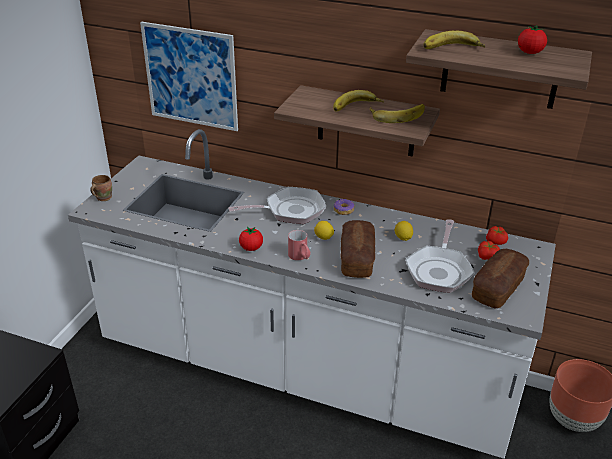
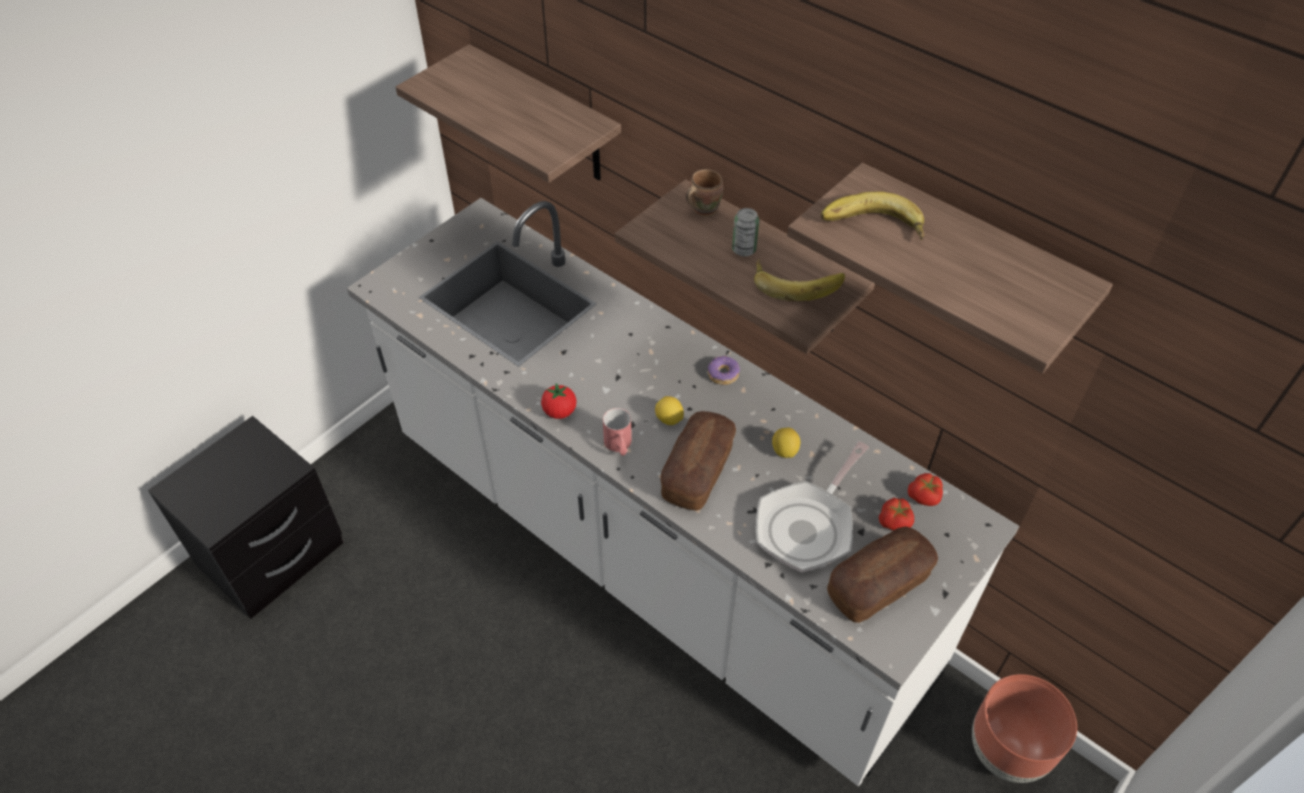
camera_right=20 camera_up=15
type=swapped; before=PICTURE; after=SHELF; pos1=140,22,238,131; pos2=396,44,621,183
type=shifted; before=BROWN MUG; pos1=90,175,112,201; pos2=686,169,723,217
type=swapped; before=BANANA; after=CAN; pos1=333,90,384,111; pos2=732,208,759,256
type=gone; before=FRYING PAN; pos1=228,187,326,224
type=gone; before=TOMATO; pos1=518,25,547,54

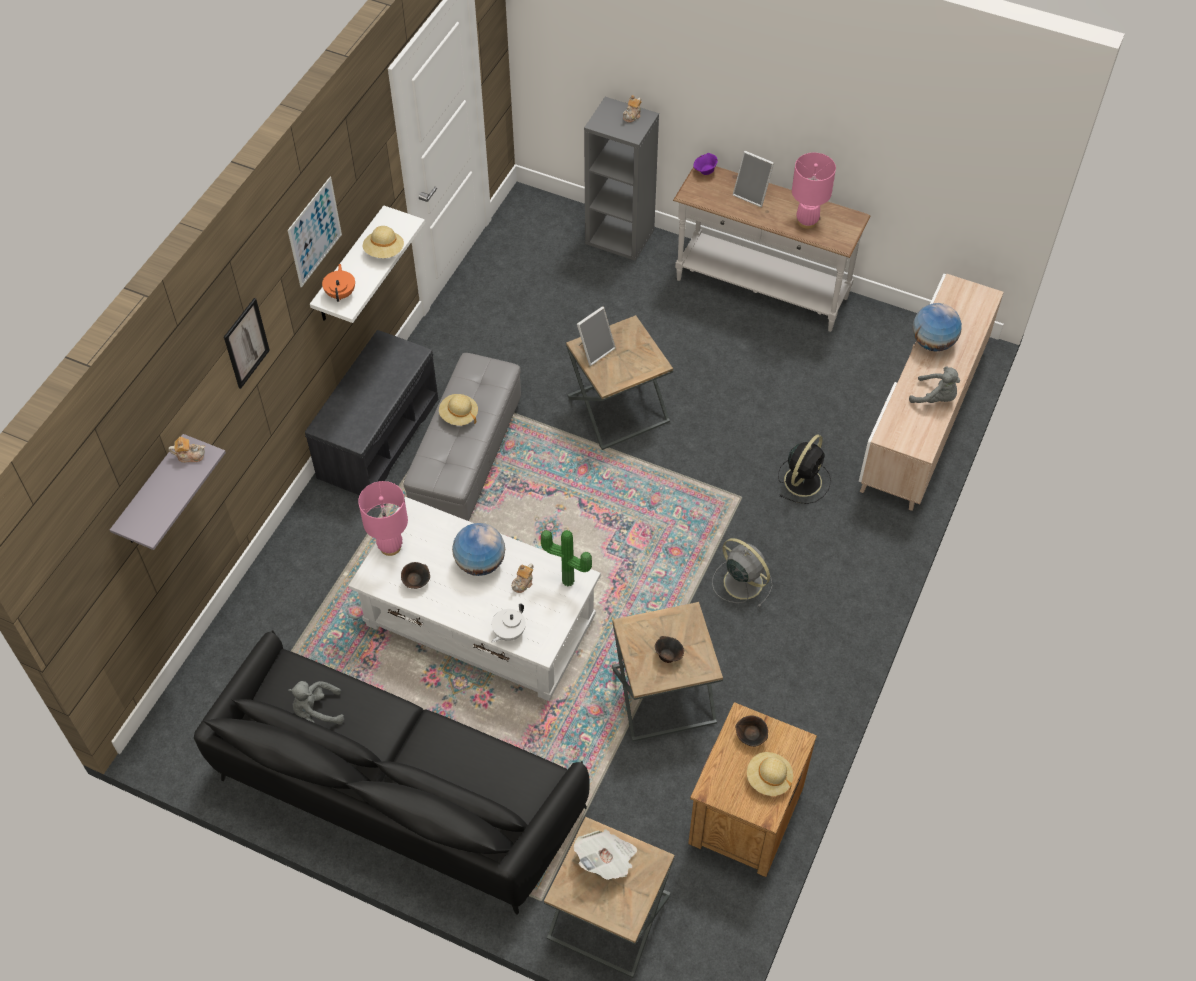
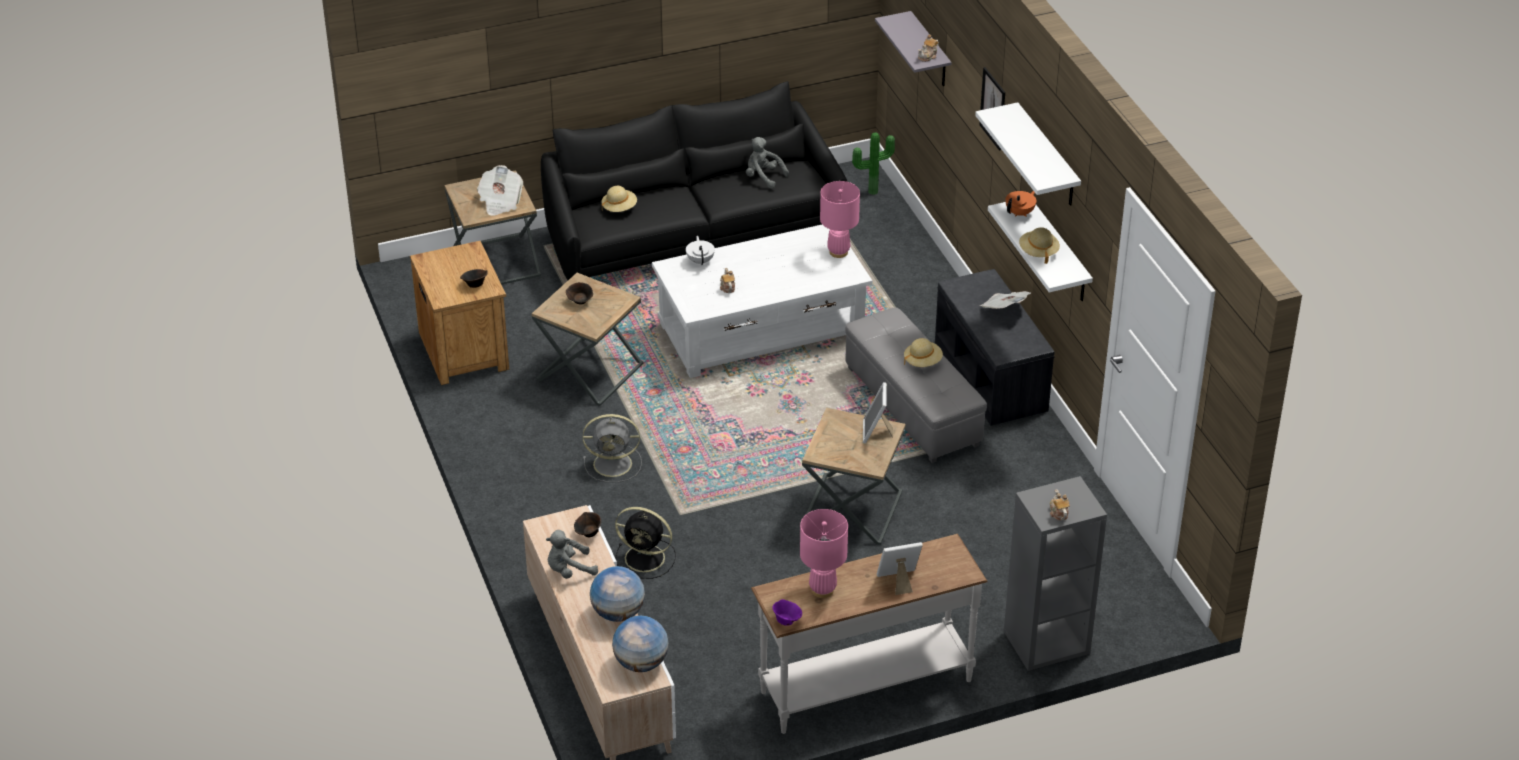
camera_right=135 camera_up=-15
type=shifted; before=BROWN BOWL; pos1=401,562,430,589; pos2=574,512,601,537
type=shifted; before=BEIGE HAT; pos1=747,752,793,796; pos2=601,186,637,212
type=shifted; before=GLOBE; pos1=452,523,505,576; pos2=612,616,669,672
type=rotated; before=BLACK FAN; pos1=778,434,831,504; pos2=615,507,676,579; turn=-60
type=rotated; before=GREY PLUSH TOY; pos1=288,681,344,724; pos2=746,137,789,189; turn=-90
type=shifted; before=PURPLE BOWL; pos1=693,153,718,175; pos2=772,599,802,626
type=shifted; before=POTTED PLANT; pos1=541,530,592,587; pos2=852,132,895,195
type=swapped; before=PICTURE; after=WHITE SHELF; pos1=288,177,342,288; pos2=975,102,1081,206
type=new; after=NEWSPAPER; pos2=980,291,1031,309
type=rotated; before=ORANGE TEAPOT; pos1=322,264,355,302; pos2=1005,191,1036,217; turn=-90

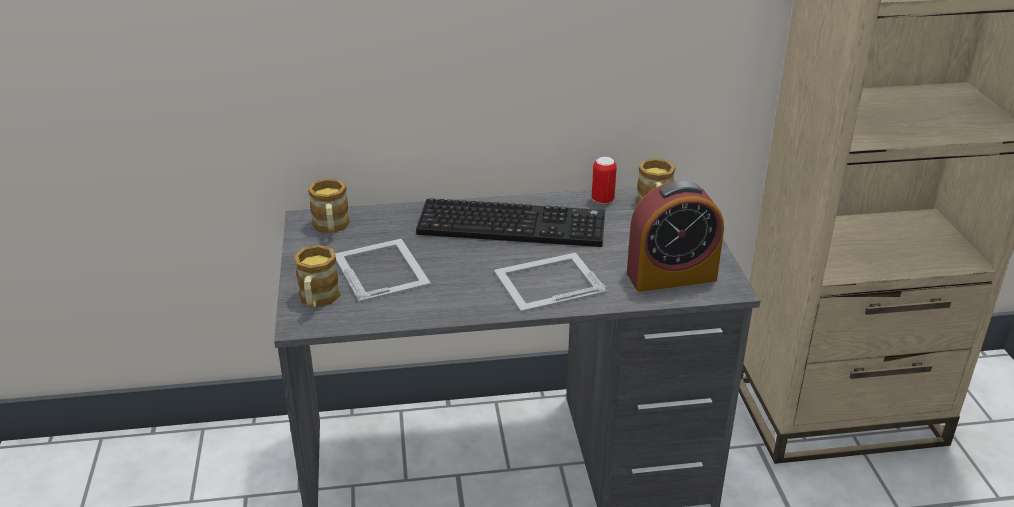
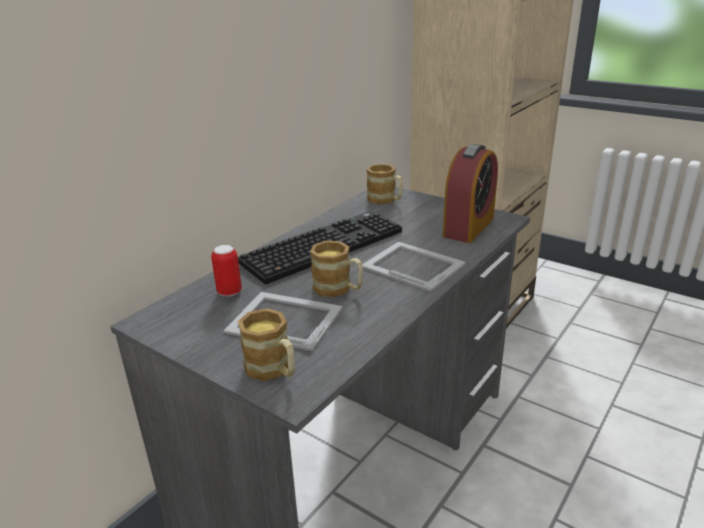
camera_right=-45 camera_up=-5
type=shifted; before=CAN; pos1=592,157,617,204; pos2=211,245,242,297
type=shifted; before=MUG; pos1=308,178,350,234; pos2=310,241,363,297
type=rotated; before=PICTURE FRAME; pos1=494,253,607,313; pos2=362,242,466,292; turn=105

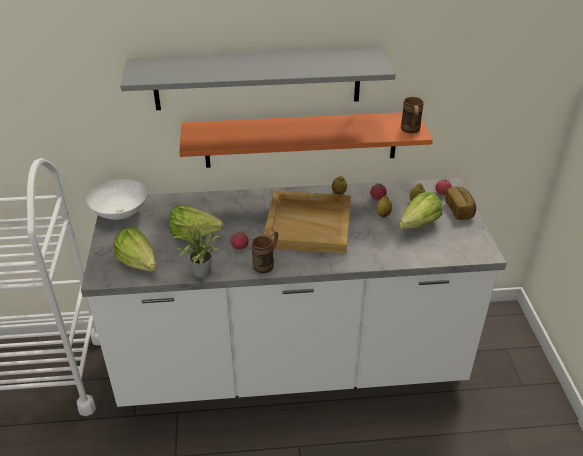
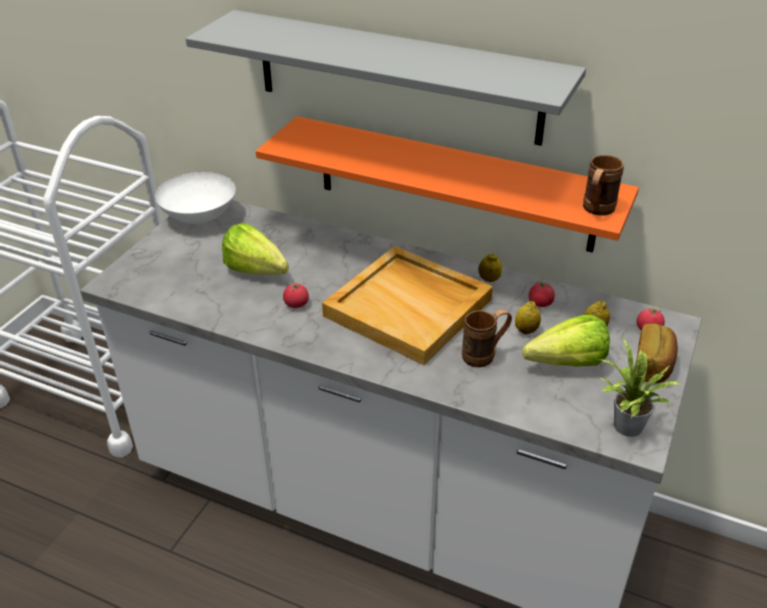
camera_right=30 camera_up=0
type=shifted; before=BROWN MUG; pos1=252,231,278,273; pos2=462,309,512,368
type=shifted; before=POTTED PLANT; pos1=172,221,221,277; pos2=598,337,681,437
type=gone; before=LETTUCE; pos1=113,228,156,272

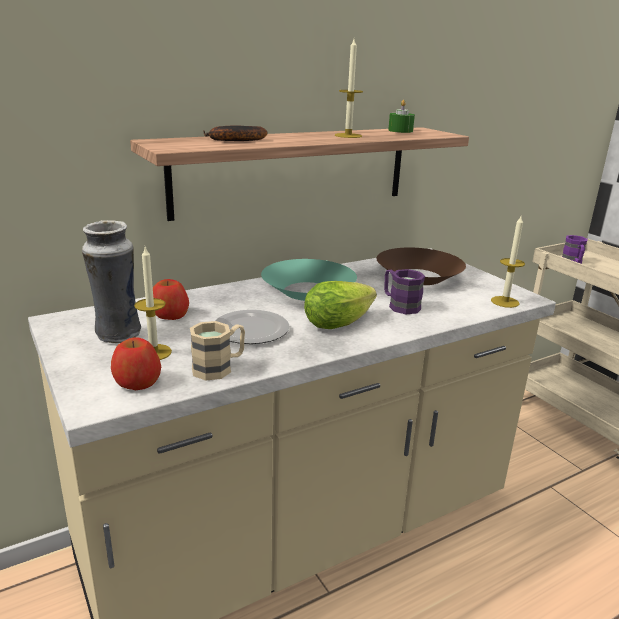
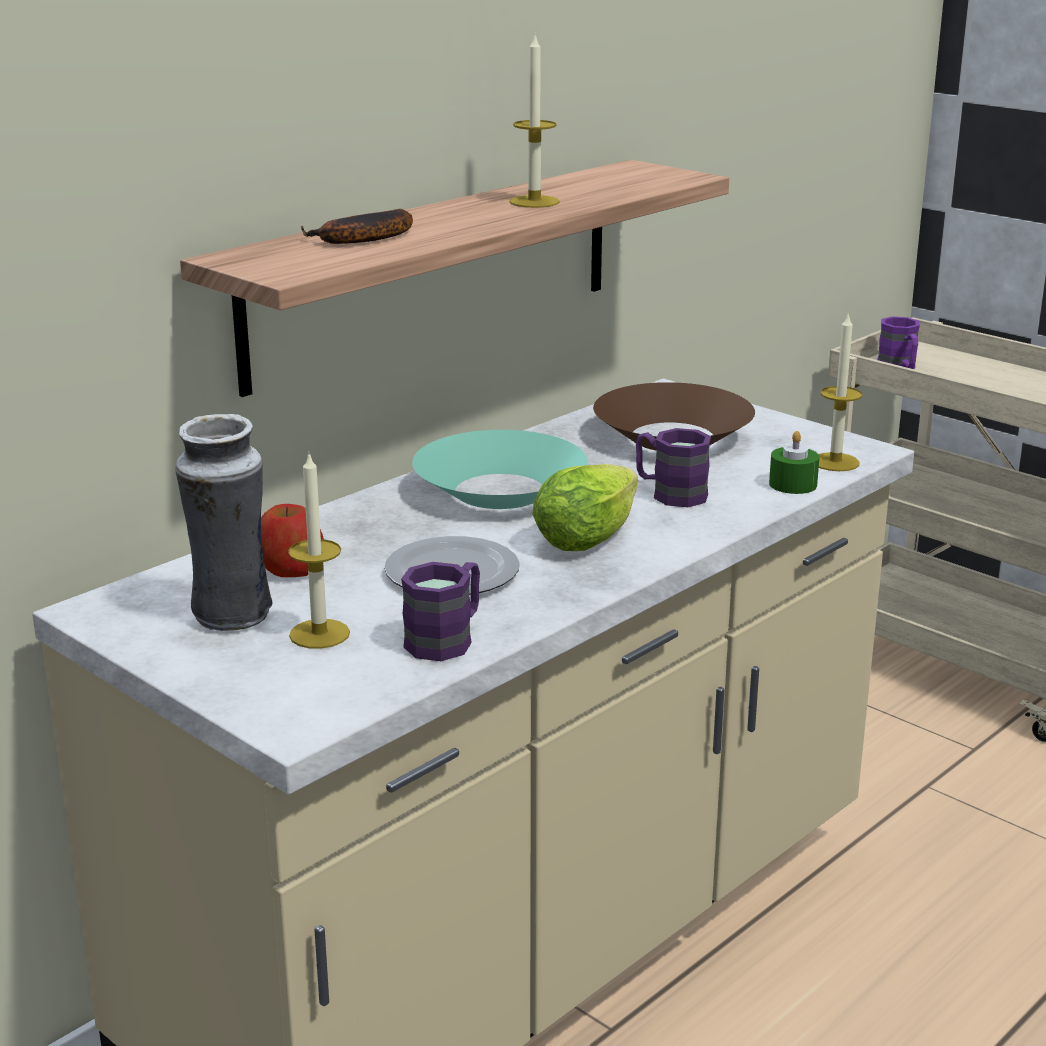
camera_right=-15 camera_up=0
type=repainted; before=BEIGE MUG; after=PURPLE MUG; pos1=190,321,245,381; pos2=401,562,480,661
type=shifted; before=GREEN CANDLE; pos1=388,100,415,133; pos2=769,431,820,494
type=gone; before=APPLE; pos1=111,337,161,390

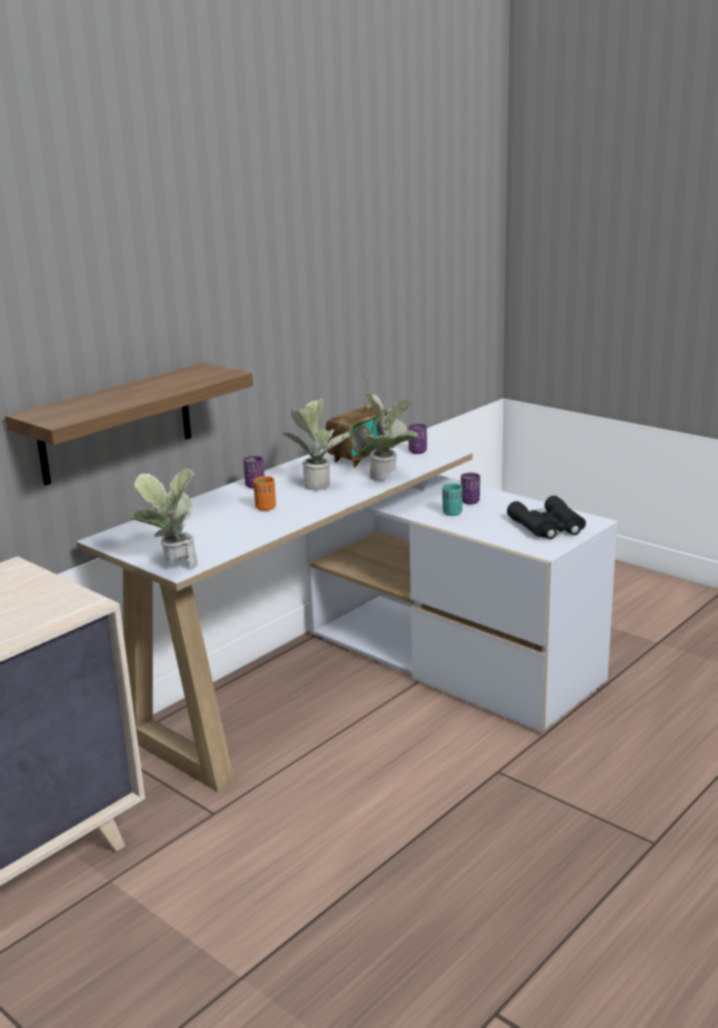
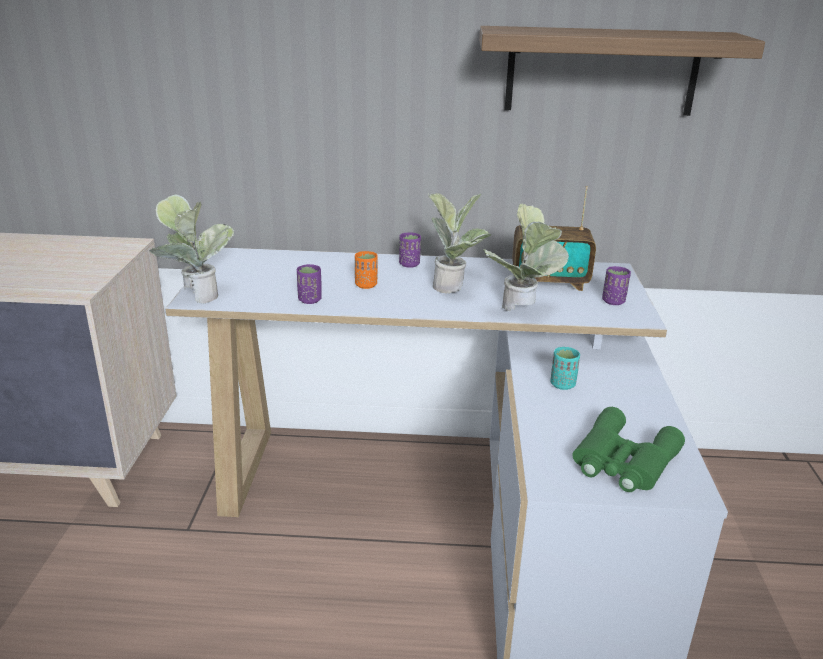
camera_right=50 camera_up=5
type=shifted; before=PURPLE CUP; pos1=461,473,480,504; pos2=297,264,322,304
type=shifted; before=SHELF; pos1=5,363,253,486; pos2=479,26,765,116
type=repainted; before=BLACK BINOCULARS; after=GREEN BINOCULARS; pos1=507,496,586,539; pos2=573,407,685,492

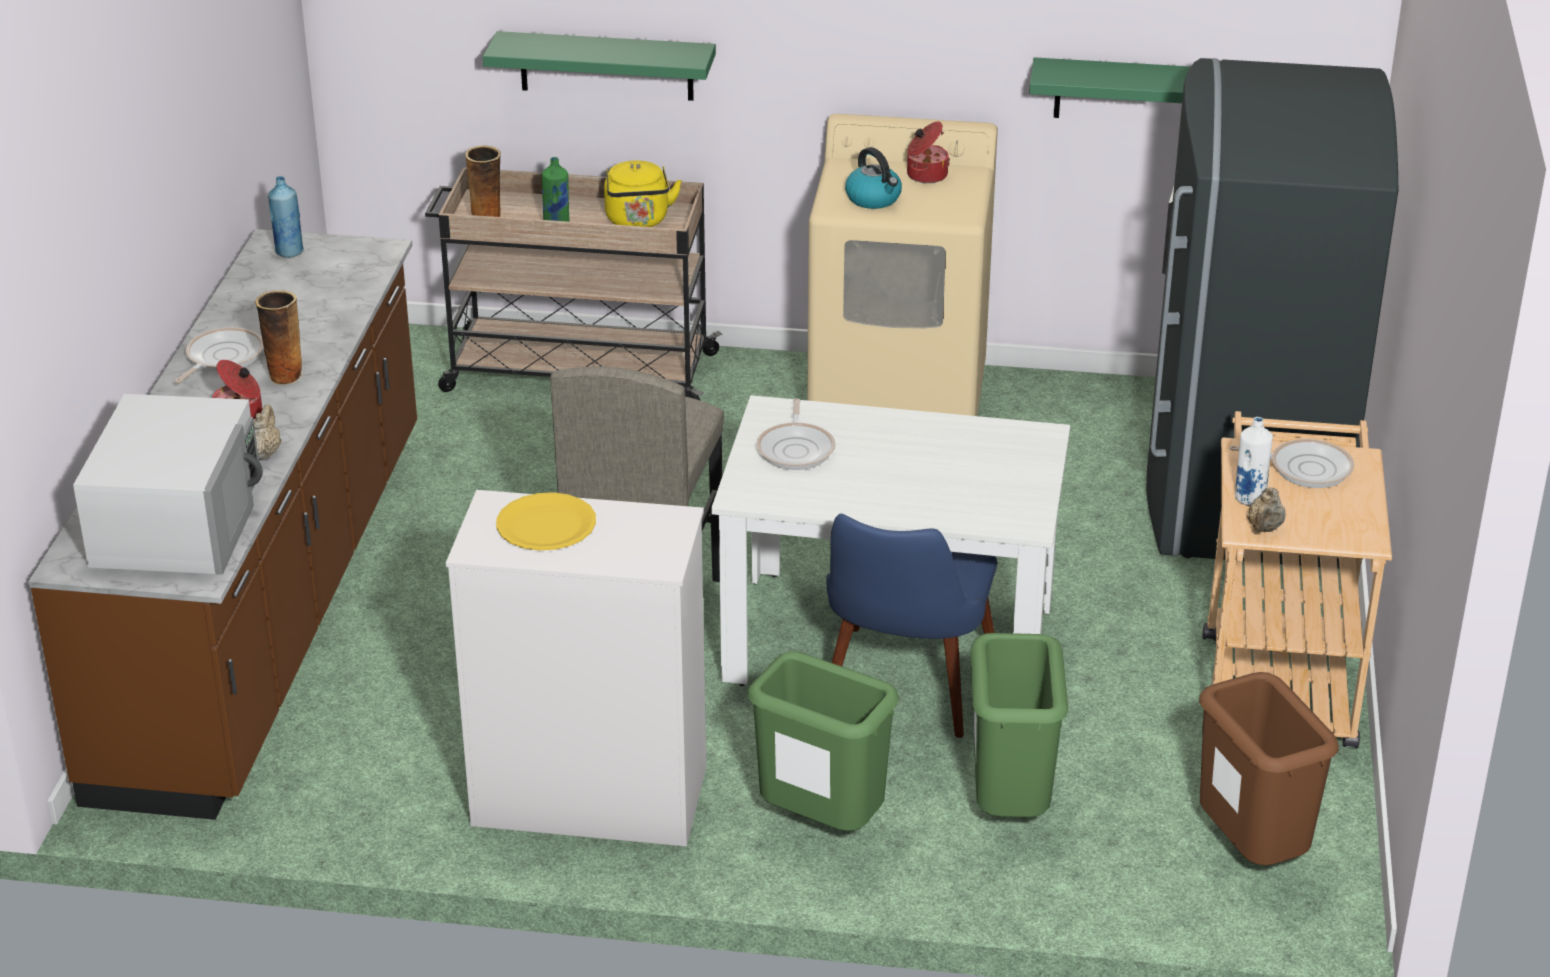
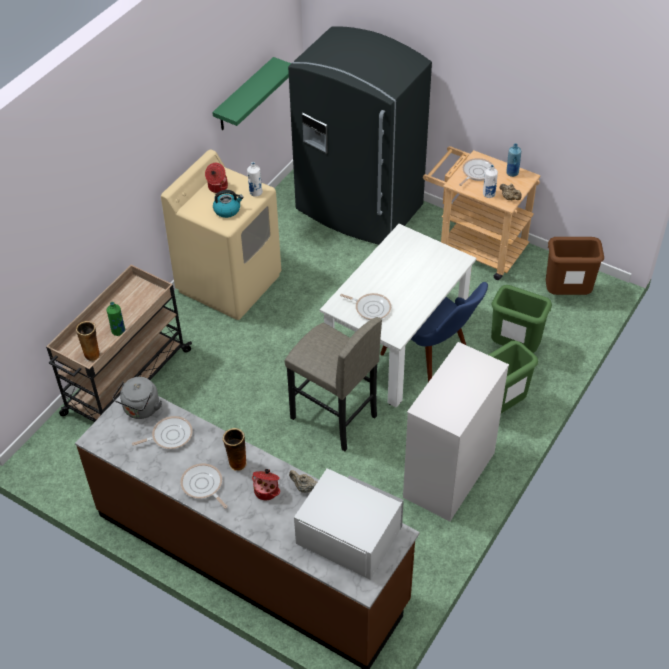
camera_right=-65 camera_up=15
type=new; after=GREY KETTLE; pos2=113,377,162,419
type=new; after=FRYING PAN; pos2=132,416,193,449
type=new; after=WHITE BOTTLE; pos2=247,162,263,197
type=shifted; before=BLUE BOTTLE; pos1=268,176,304,258; pos2=506,143,521,177
type=gone; before=GREEN SHELF; pos1=483,31,716,101
type=gone; before=YELLOW PLATE; pos1=496,492,596,550
type=gone; before=YELLOW KETTLE; pos1=604,160,682,227

